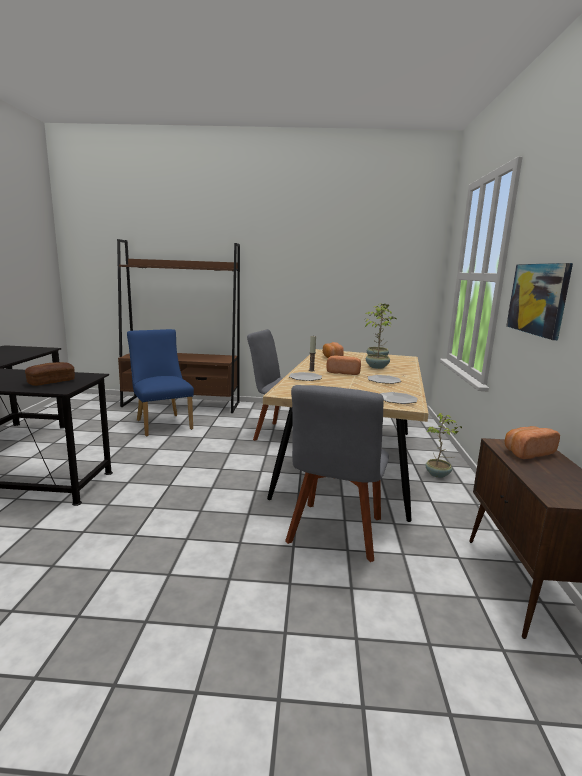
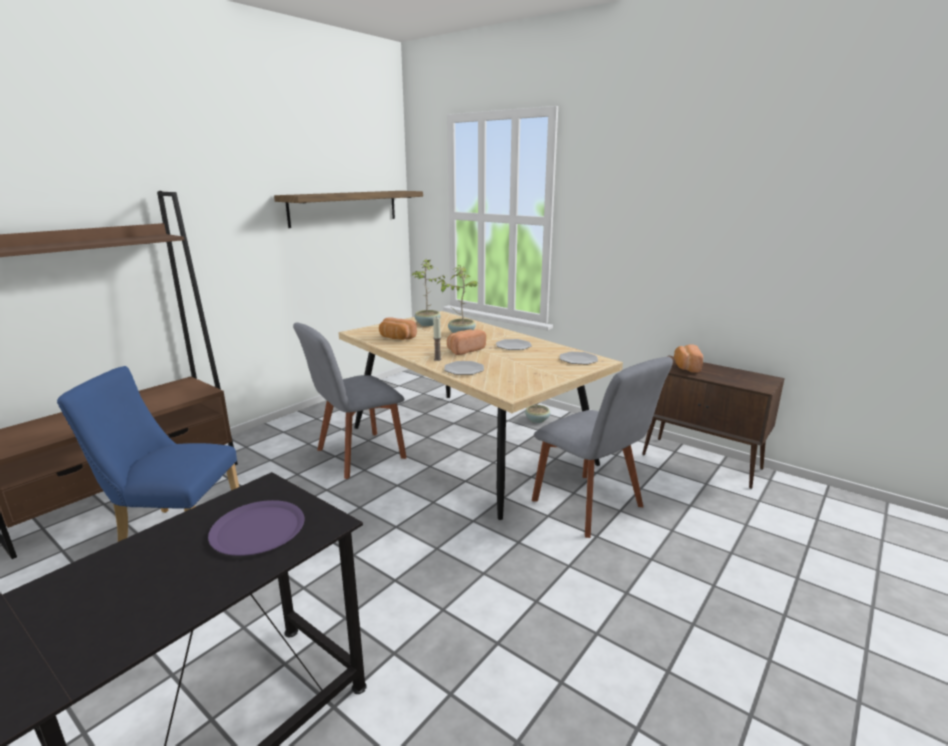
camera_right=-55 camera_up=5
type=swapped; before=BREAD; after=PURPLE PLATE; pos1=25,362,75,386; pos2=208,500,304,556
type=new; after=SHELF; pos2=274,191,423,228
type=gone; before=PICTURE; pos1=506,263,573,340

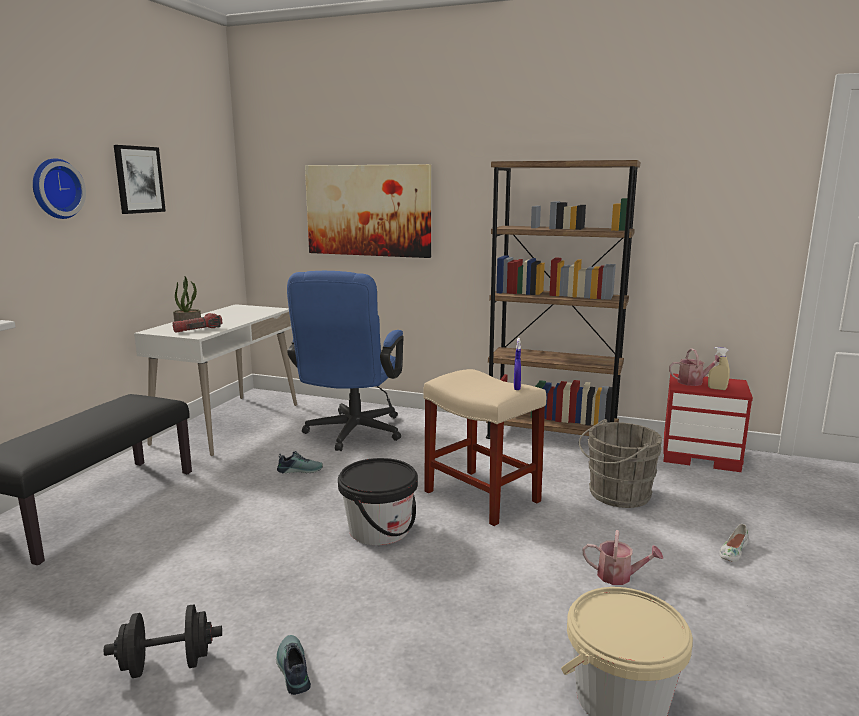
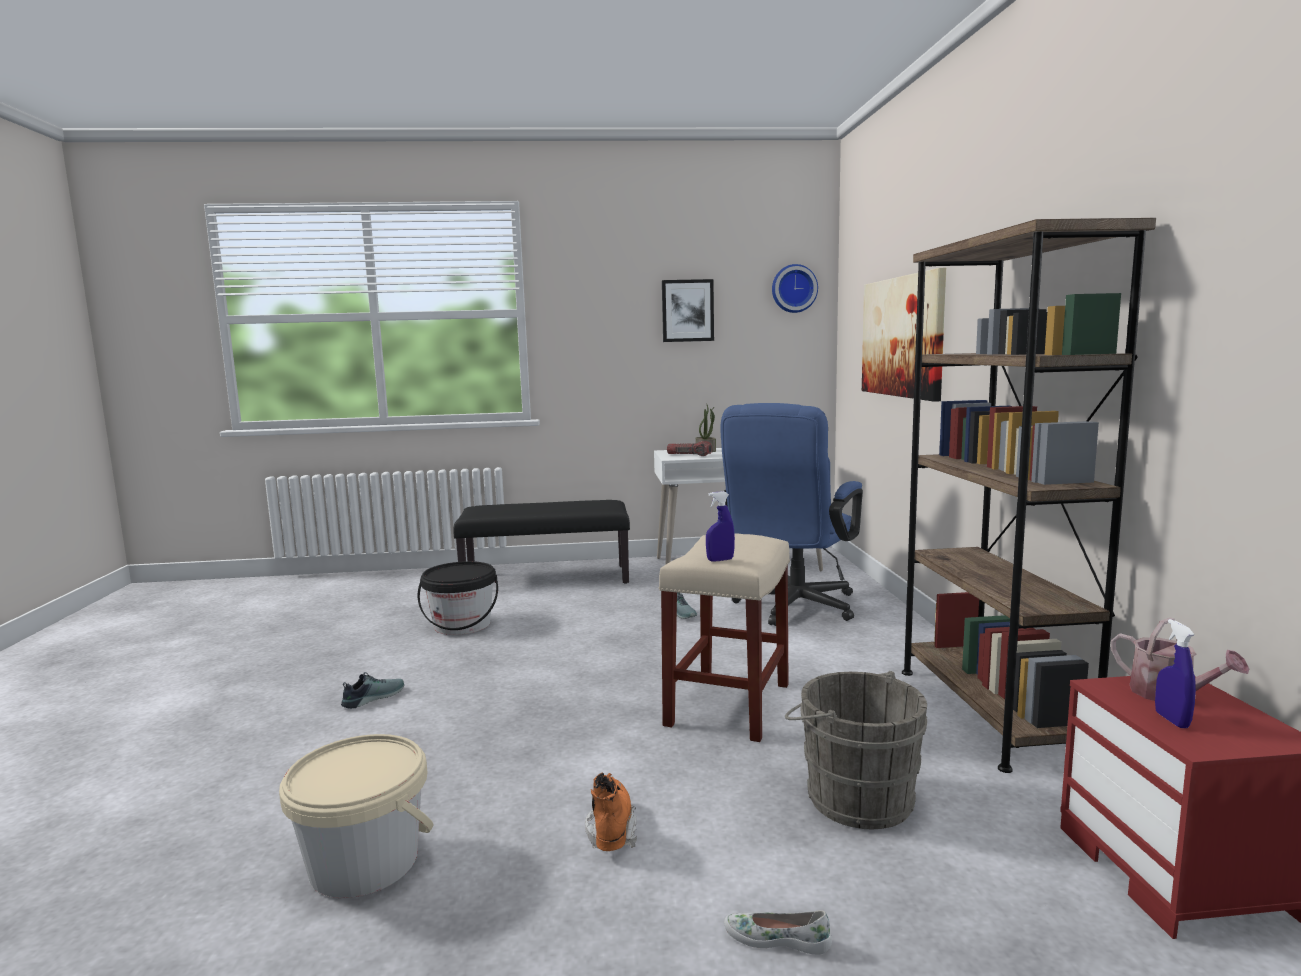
camera_right=65 camera_up=-5
type=shifted; before=BLACK BUCKET; pos1=338,458,418,545; pos2=418,561,498,635
type=swapped; before=WATERING CAN; after=ORANGE BOOT; pos1=583,530,663,585; pos2=585,772,637,851
type=rotated; before=BLUE OFFICE CHAIR; pos1=287,271,404,451; pos2=721,403,863,626; turn=-45
type=shifted; before=WALL CLOCK; pos1=33,158,86,219; pos2=772,264,818,313
type=repainted; before=BEIGE SPRAY BOTTLE; after=BLUE SPRAY BOTTLE; pos1=708,347,730,390; pos2=1155,619,1196,728
type=gone; before=BLACK DUMBBELL; pos1=104,604,222,678

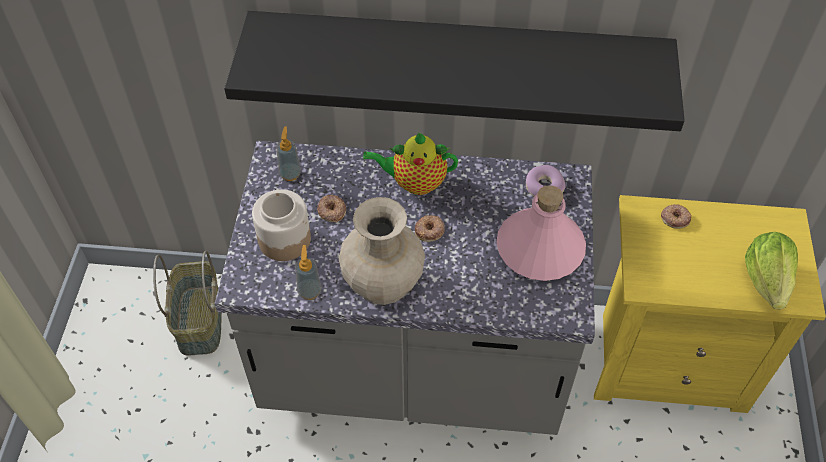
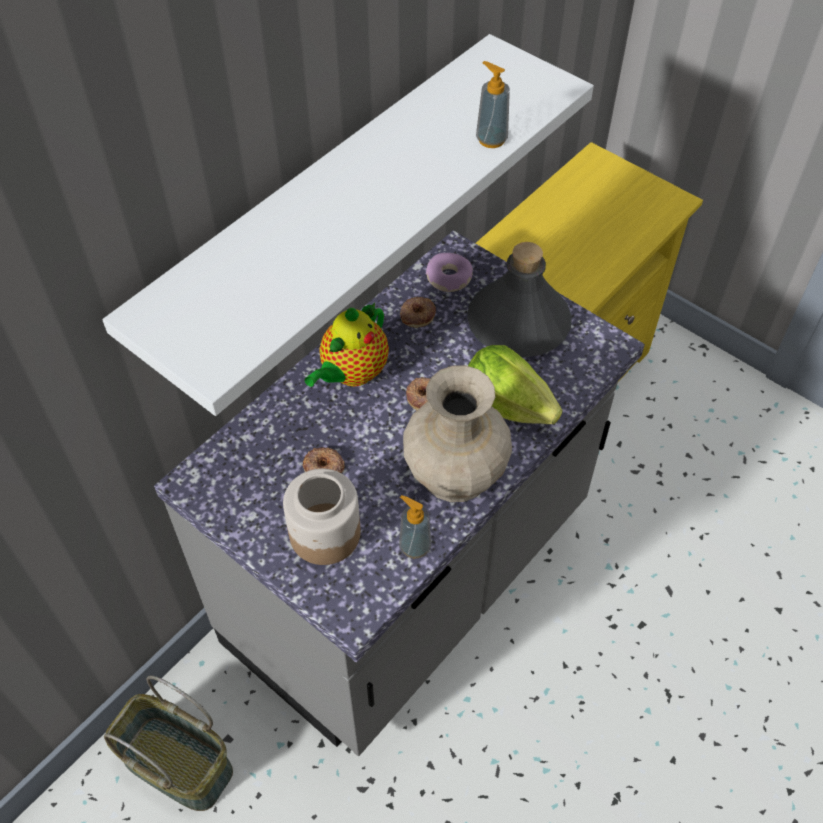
camera_right=-55 camera_up=0
type=repainted; before=BLACK SHELF; after=WHITE SHELF; pos1=224,11,685,131; pos2=102,34,594,416
type=shifted; before=DONUT; pos1=661,204,691,229; pos2=400,297,436,328
type=repainted; before=PINK BOTTLE; after=GREY BOTTLE; pos1=496,185,586,281; pos2=467,242,572,357
type=shifted; before=LETTUCE; pos1=745,232,798,309; pos2=468,345,563,424
type=shifted; before=SOAP DISPENSER; pos1=276,127,301,181; pos2=476,61,510,148

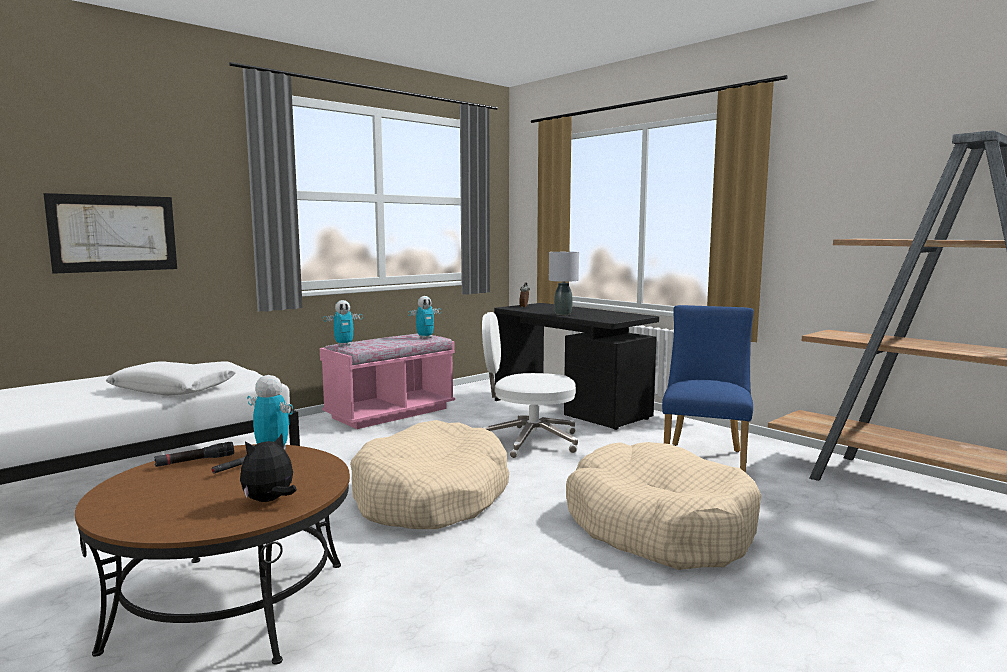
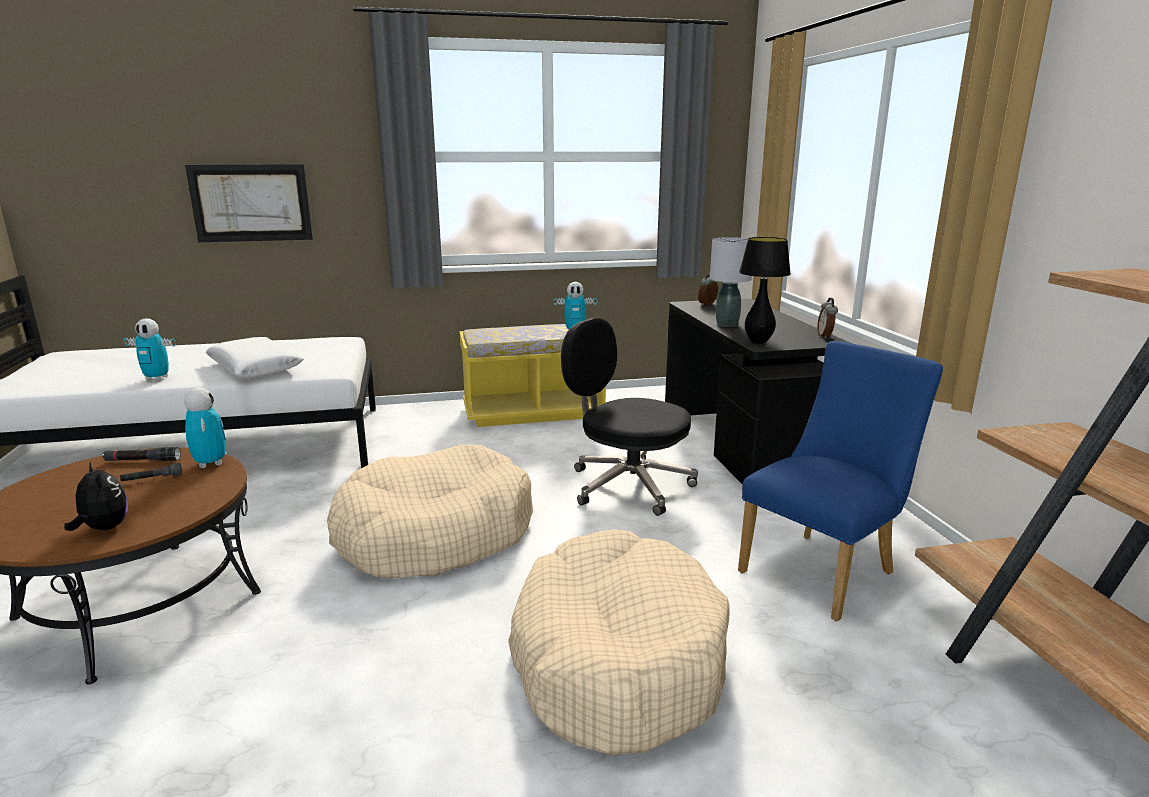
camera_right=30 camera_up=10
type=rotated; before=PLUSH TOY; pos1=240,434,297,502; pos2=64,461,128,531; turn=60
type=shifted; before=TOY ROBOT; pos1=323,300,363,346; pos2=124,318,176,381
type=repainted; before=PINK BENCH; after=YELLOW BENCH; pos1=320,333,455,429; pos2=460,324,606,427
type=repainted; before=WHITE OFFICE CHAIR; after=BLACK OFFICE CHAIR; pos1=482,312,578,458; pos2=561,318,698,516
type=new; after=BLACK TABLE LAMP; pos2=739,237,791,344
type=new; after=ALARM CLOCK; pos2=817,298,838,339

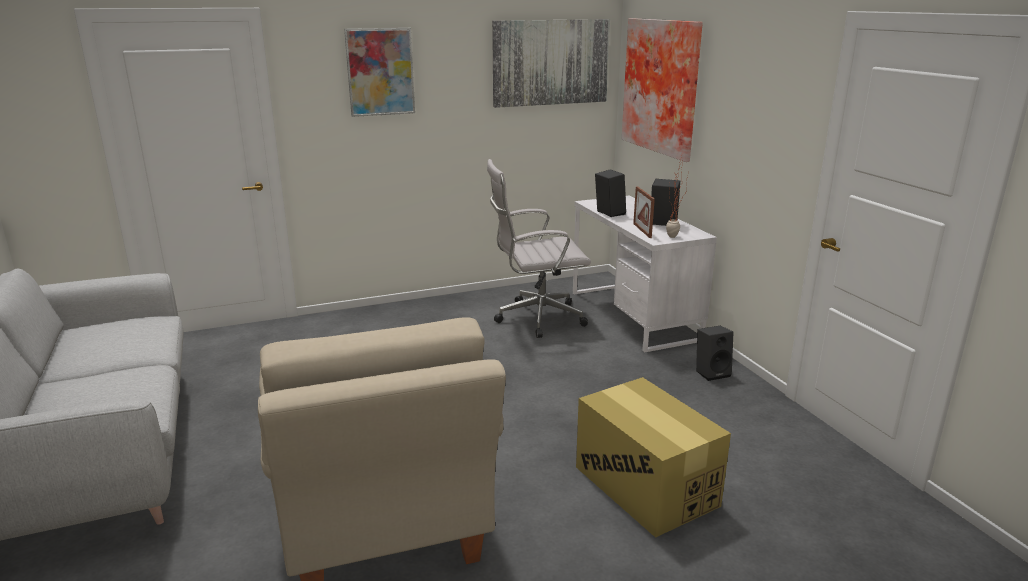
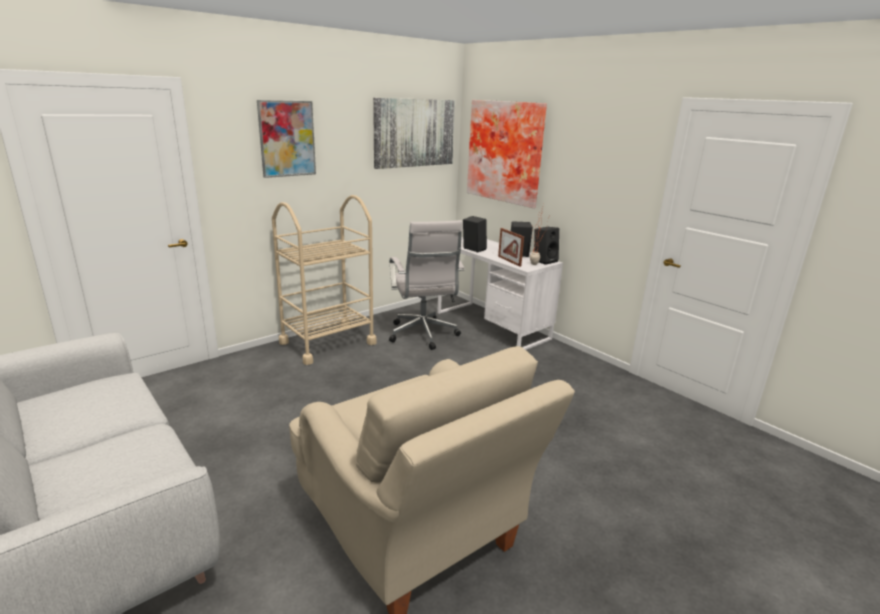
camera_right=-20 camera_up=0
type=new; after=BEIGE CART; pos2=272,195,377,365
type=rotated; before=WHITE OFFICE CHAIR; pos1=487,159,591,338; pos2=389,220,465,350; turn=-75
type=shifted; before=BLACK SPEAKER; pos1=696,325,734,381; pos2=534,227,559,265
type=gone; before=CARDBOARD BOX; pos1=576,377,731,538

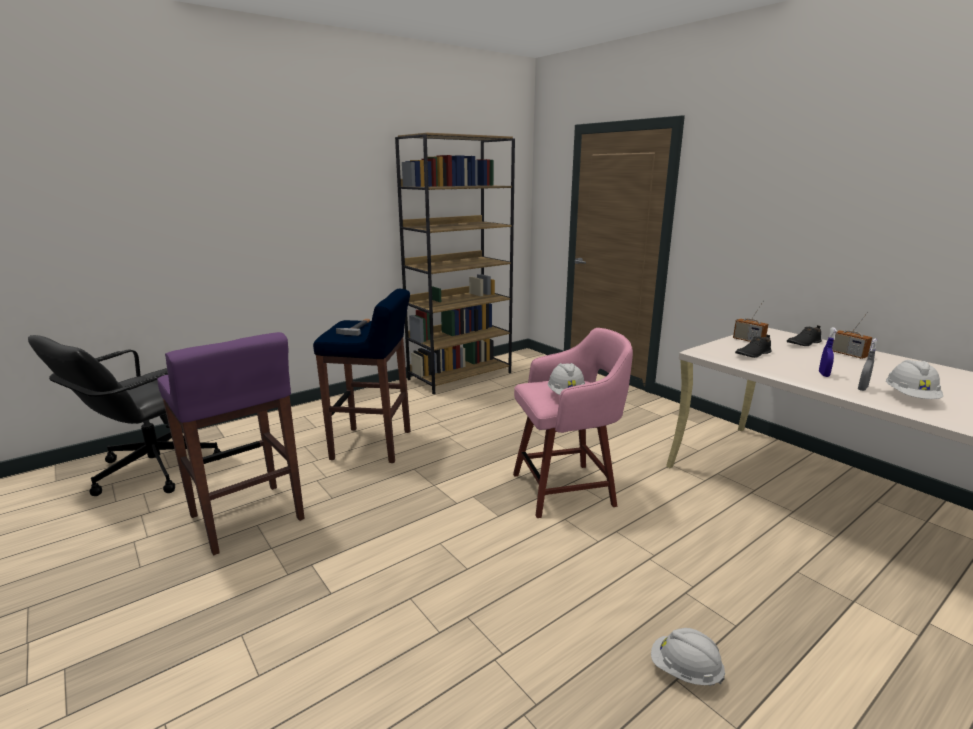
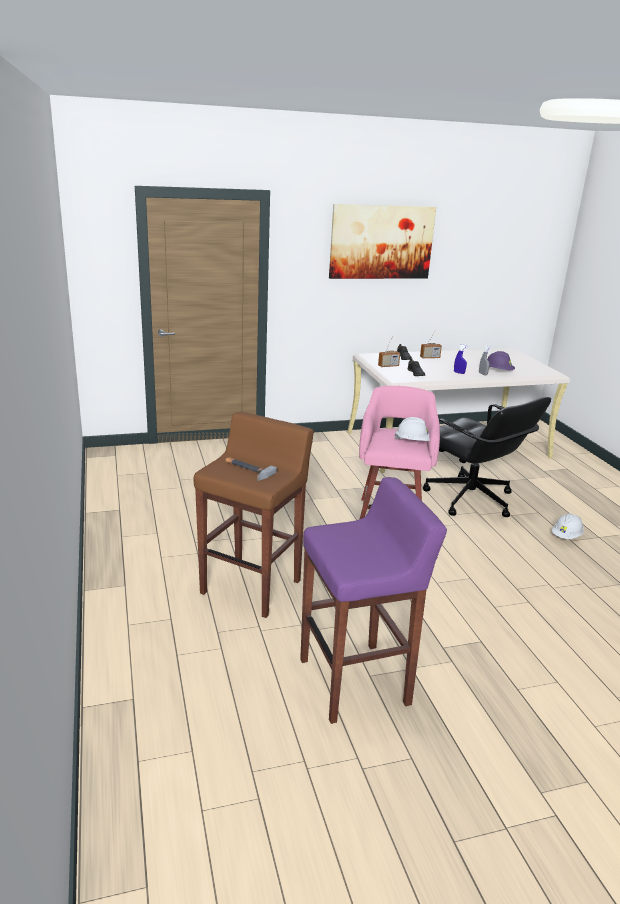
camera_right=-70 camera_up=5
type=repainted; before=BLUE STOOL; after=BROWN STOOL; pos1=313,289,410,463; pos2=194,412,314,618
type=new; after=PICTURE; pos2=329,204,436,279
type=shifted; before=BLACK OFFICE CHAIR; pos1=28,335,222,496; pos2=423,397,551,517
type=repainted; before=WHITE HARD HAT; after=PURPLE HARD HAT; pos1=886,360,943,399; pos2=487,351,515,370
type=gone; before=BROWN BOOKCASE; pos1=395,133,515,394

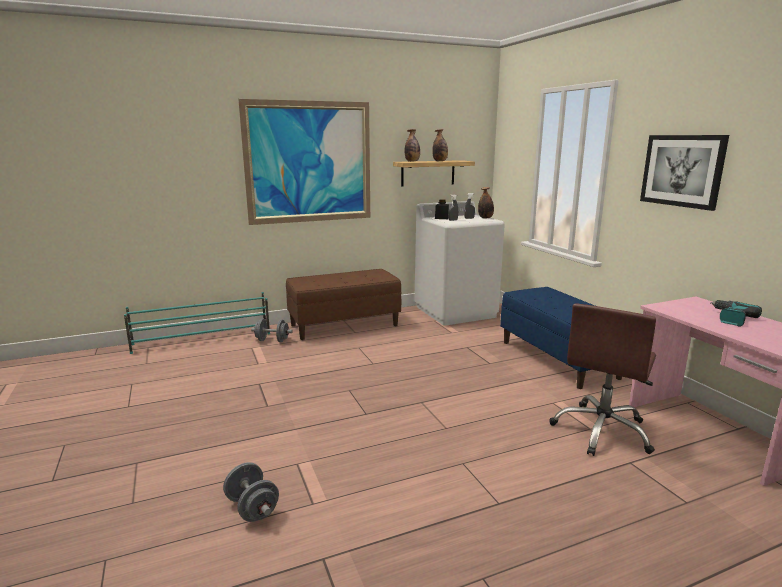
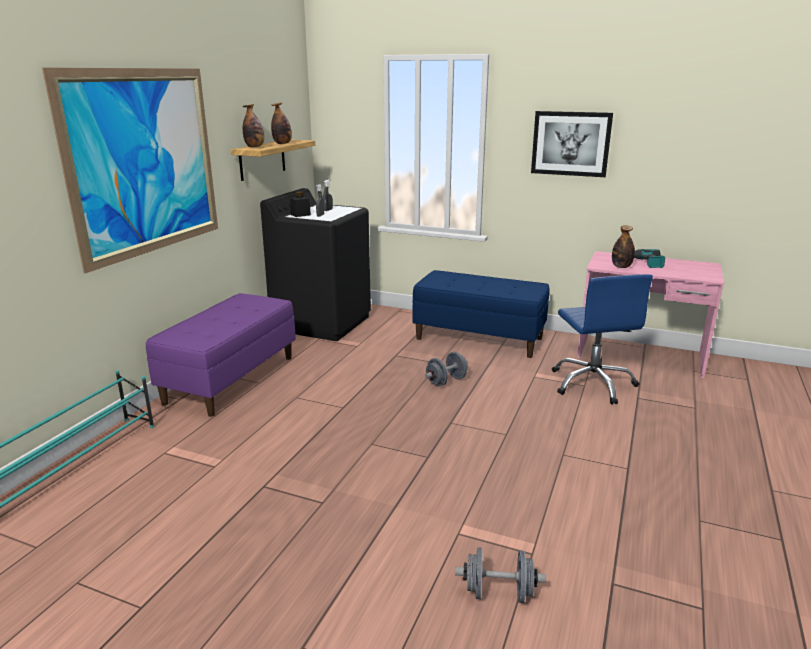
camera_right=-45 camera_up=5
type=repainted; before=BROWN BENCH; after=PURPLE BENCH; pos1=286,269,402,340; pos2=146,293,296,417
type=repainted; before=WHITE WASHING MACHINE; after=BLACK WASHING MACHINE; pos1=414,201,505,326; pos2=260,188,371,341
type=shifted; before=GREY DUMBBELL; pos1=251,319,293,342; pos2=425,352,468,387
type=repainted; before=BROWN OFFICE CHAIR; after=BLUE OFFICE CHAIR; pos1=549,303,656,456; pos2=552,274,653,405
type=shifted; before=BOTTLE; pos1=478,187,494,219; pos2=612,225,635,268

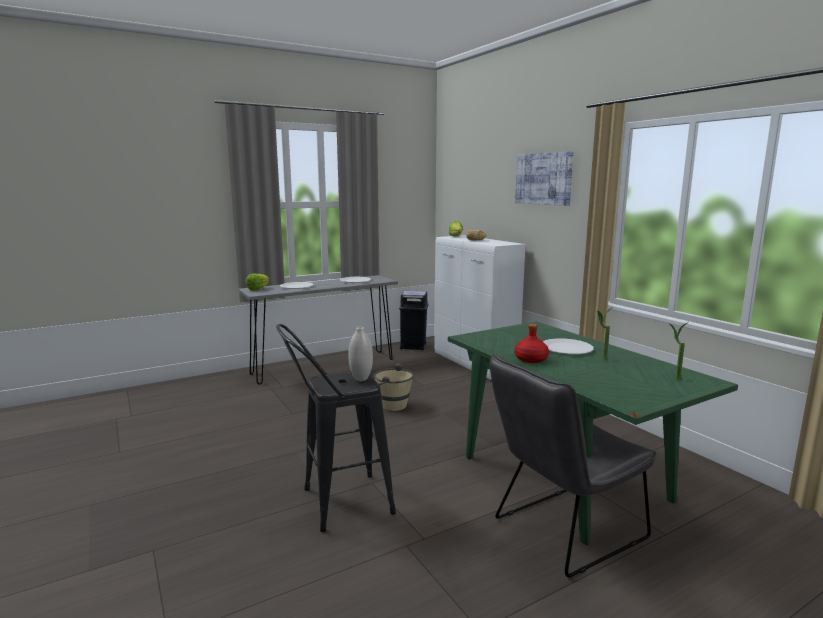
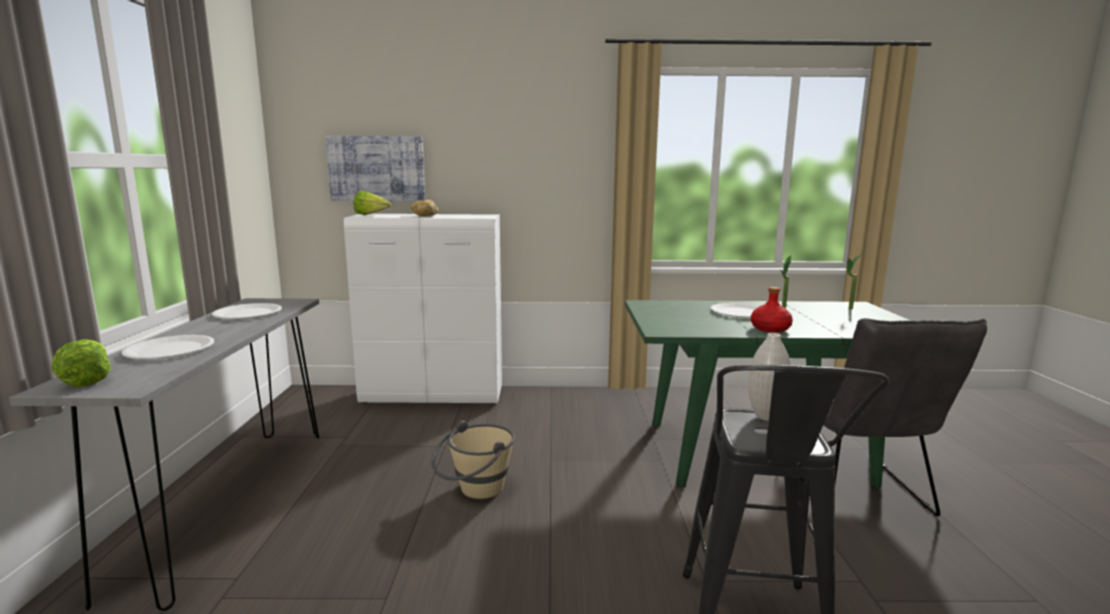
camera_right=-60 camera_up=0
type=shifted; before=PICTURE; pos1=515,151,573,206; pos2=325,136,425,202
type=gone; before=BLUE TRASH CAN; pos1=399,291,429,350

